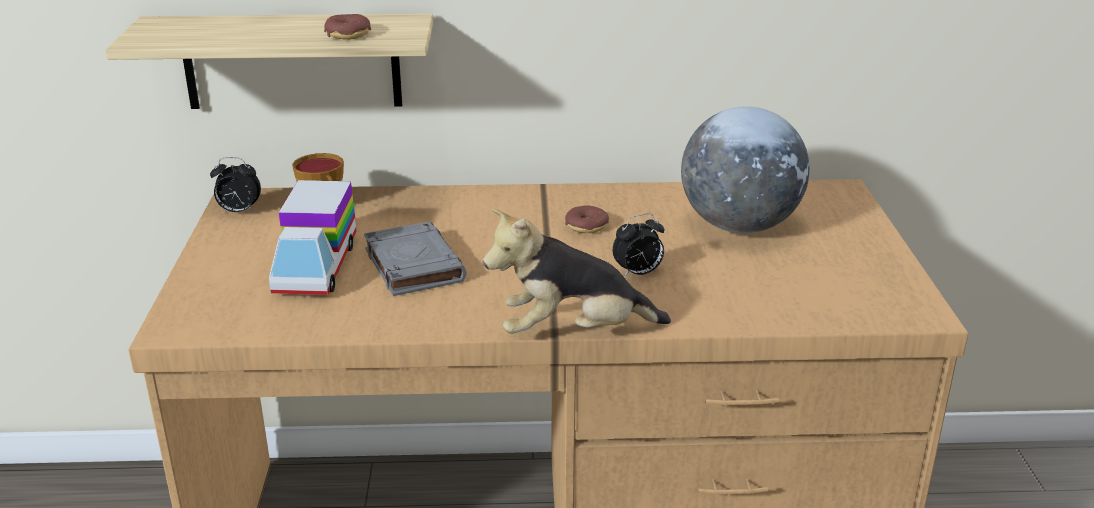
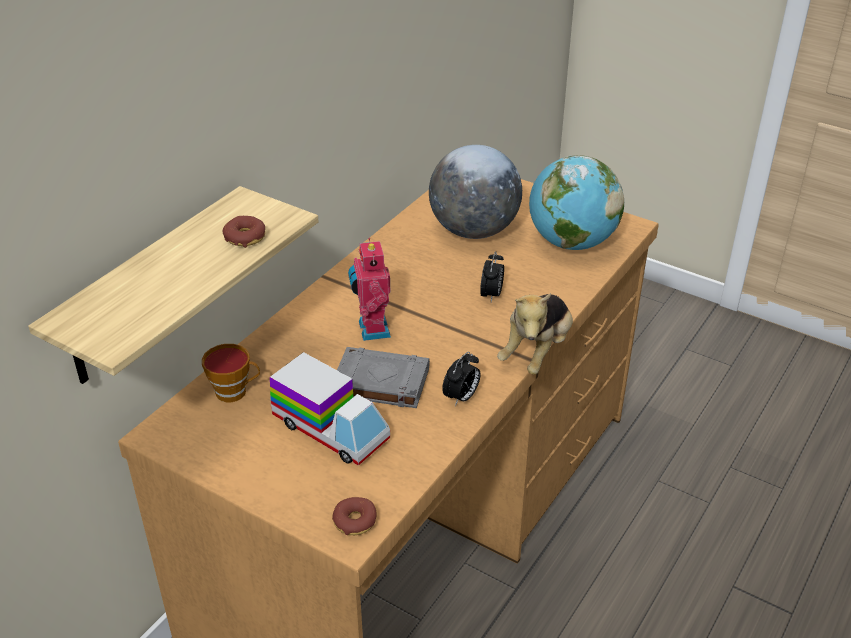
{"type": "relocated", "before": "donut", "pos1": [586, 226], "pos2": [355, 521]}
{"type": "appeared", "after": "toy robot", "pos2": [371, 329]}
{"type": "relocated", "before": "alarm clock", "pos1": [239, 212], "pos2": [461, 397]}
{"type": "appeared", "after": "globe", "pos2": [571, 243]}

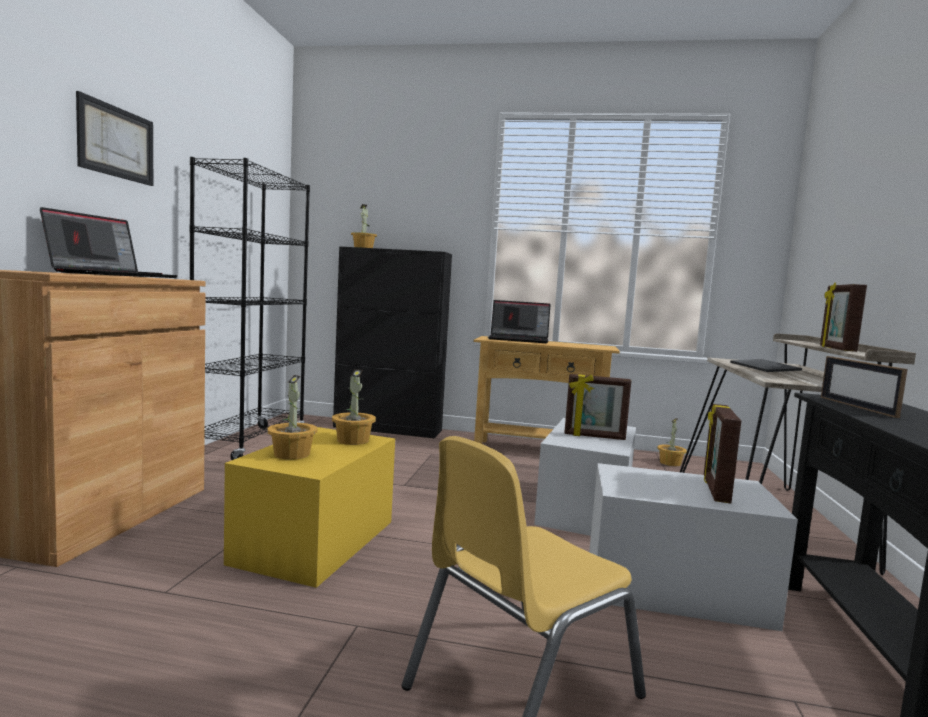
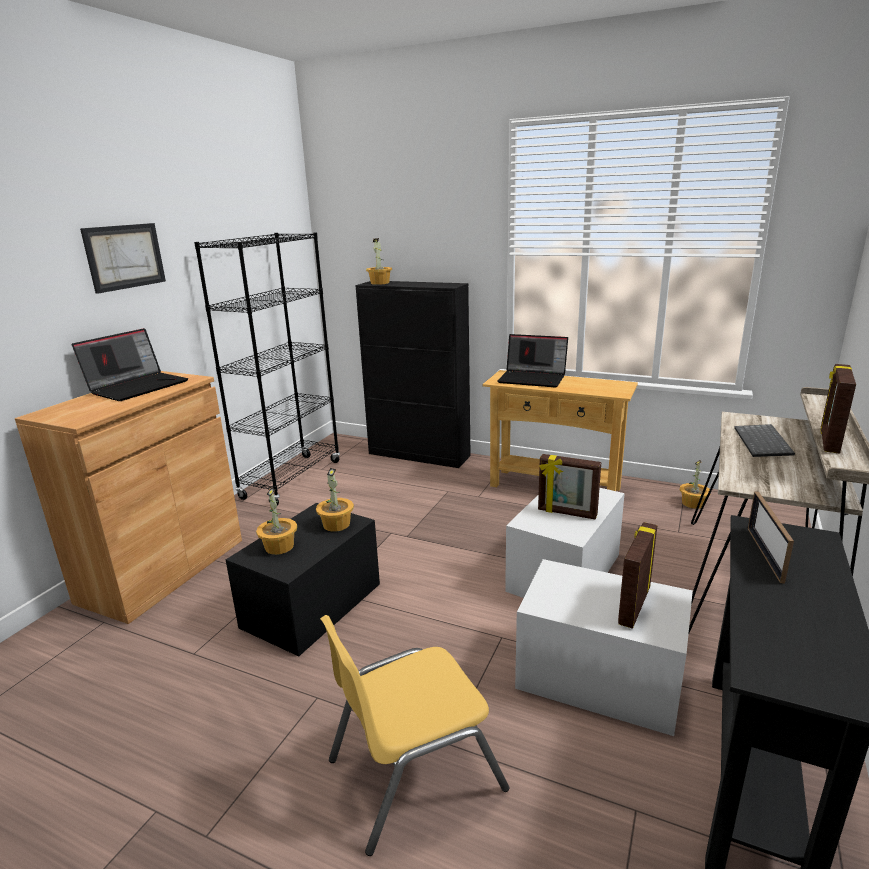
{"type": "colour", "before": "yellow storage box", "after": "black storage box", "pos1": [316, 541], "pos2": [312, 605]}

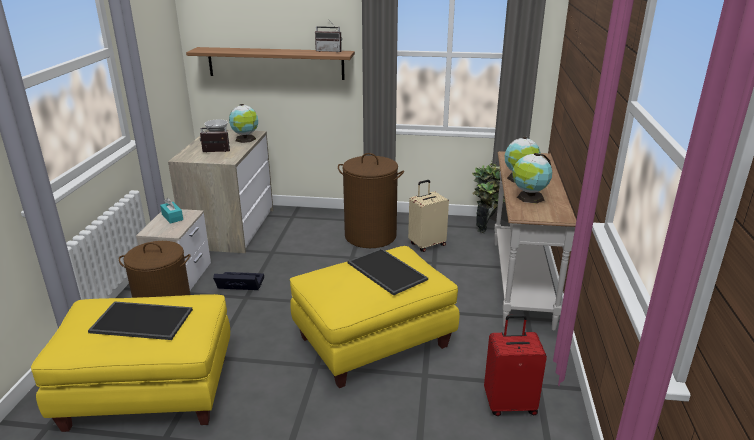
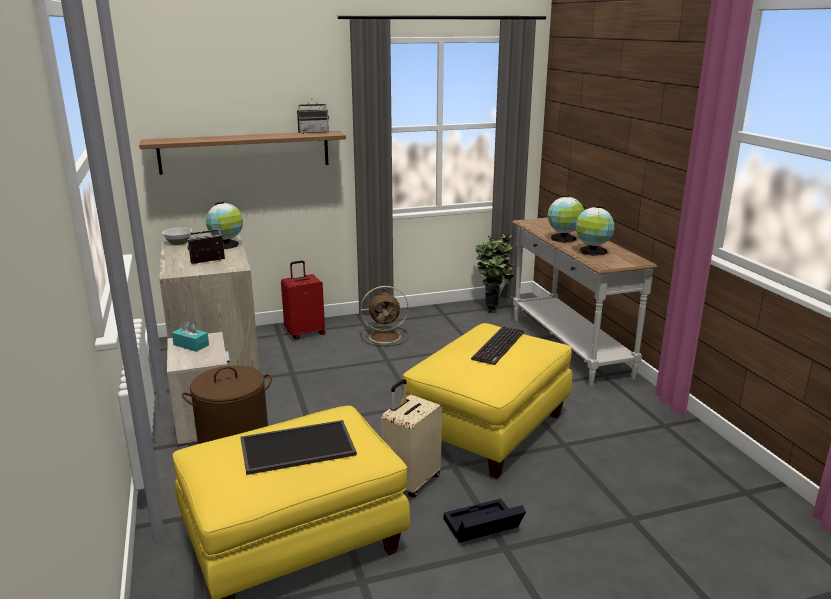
{"type": "relocated", "before": "red suitcase", "pos1": [509, 404], "pos2": [305, 333]}
{"type": "exchanged", "before": "brown laundry basket", "after": "brown fan", "pos1": [370, 236], "pos2": [386, 336]}
{"type": "relocated", "before": "beige suitcase", "pos1": [427, 244], "pos2": [411, 481]}
{"type": "relocated", "before": "black storage box", "pos1": [238, 285], "pos2": [481, 527]}
{"type": "exchanged", "before": "tray", "after": "keyboard", "pos1": [385, 271], "pos2": [498, 346]}

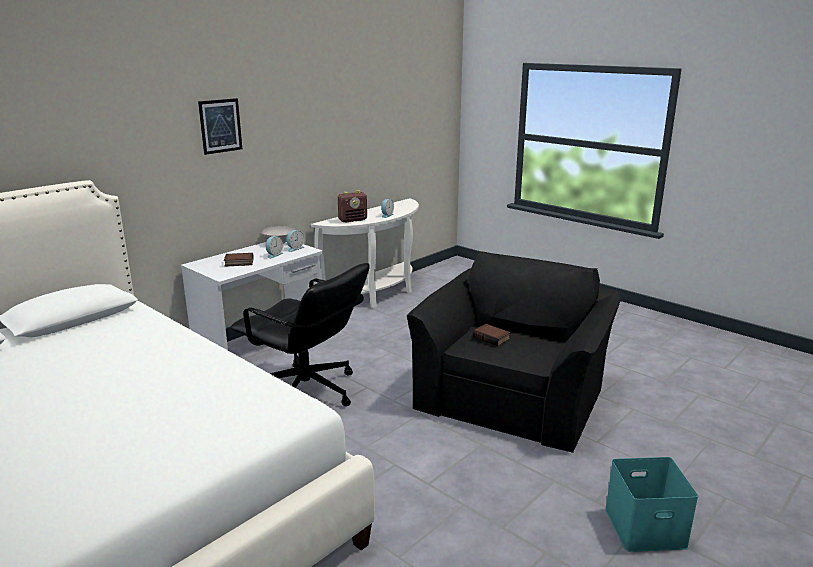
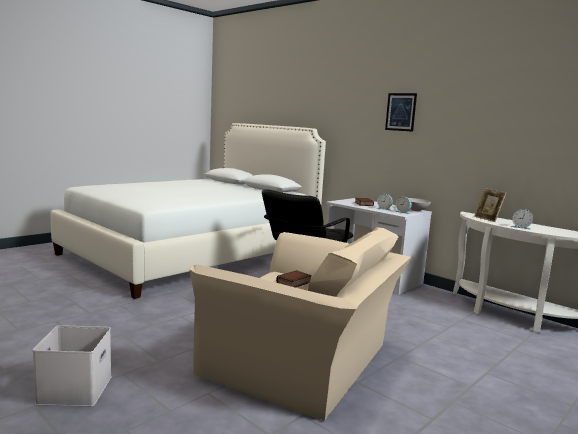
{"type": "colour", "before": "turquoise storage box", "after": "white storage box", "pos1": [645, 526], "pos2": [76, 390]}
{"type": "colour", "before": "black armchair", "after": "beige armchair", "pos1": [513, 393], "pos2": [305, 362]}
{"type": "exchanged", "before": "radio", "after": "picture frame", "pos1": [353, 220], "pos2": [488, 219]}

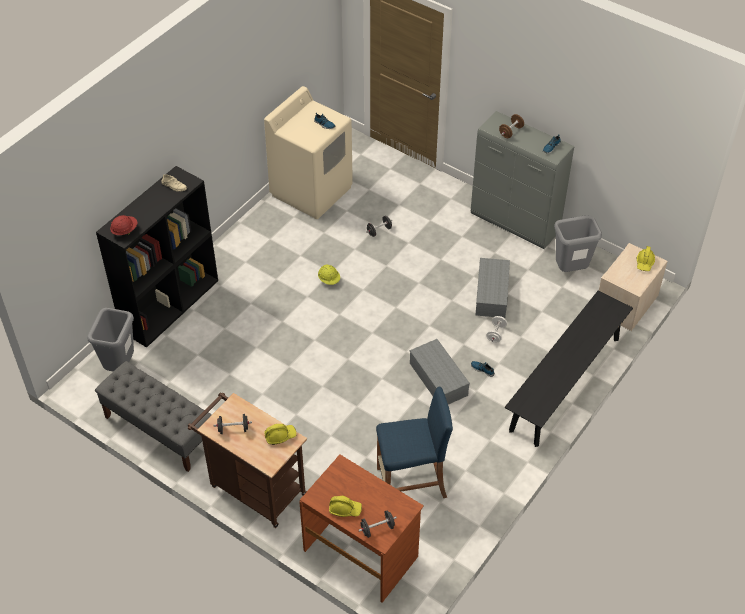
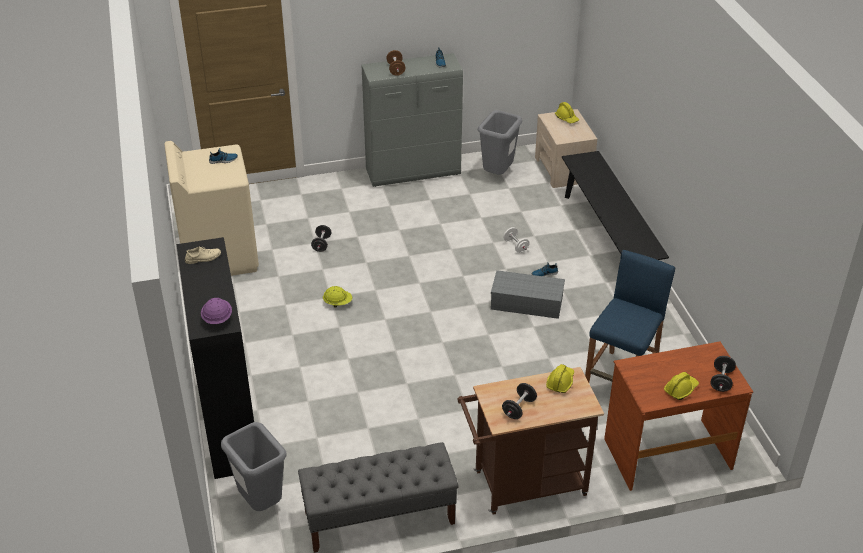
{"type": "colour", "before": "red hard hat", "after": "purple hard hat", "pos1": [124, 231], "pos2": [217, 319]}
{"type": "missing", "before": "grey storage box", "pos1": [492, 295]}

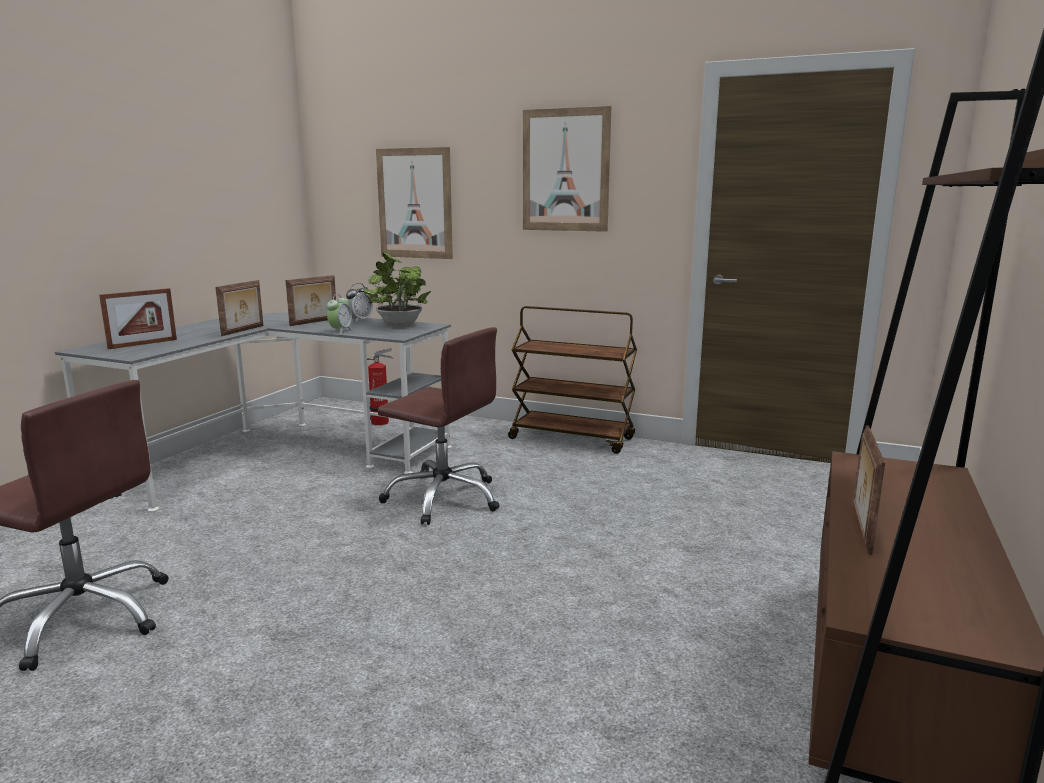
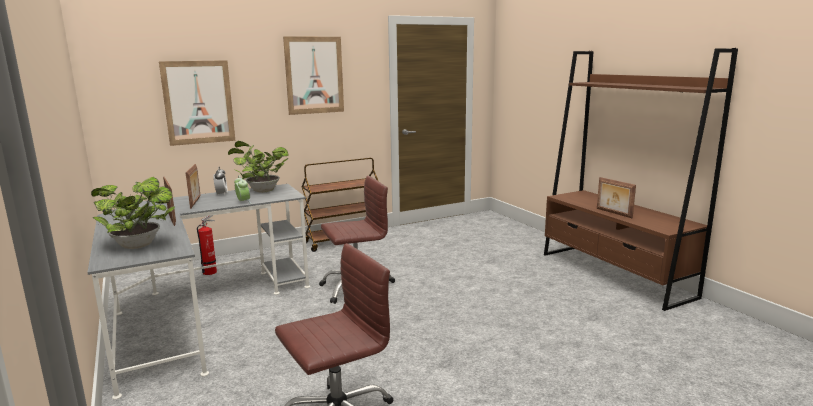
{"type": "exchanged", "before": "picture frame", "after": "potted plant", "pos1": [143, 344], "pos2": [140, 246]}

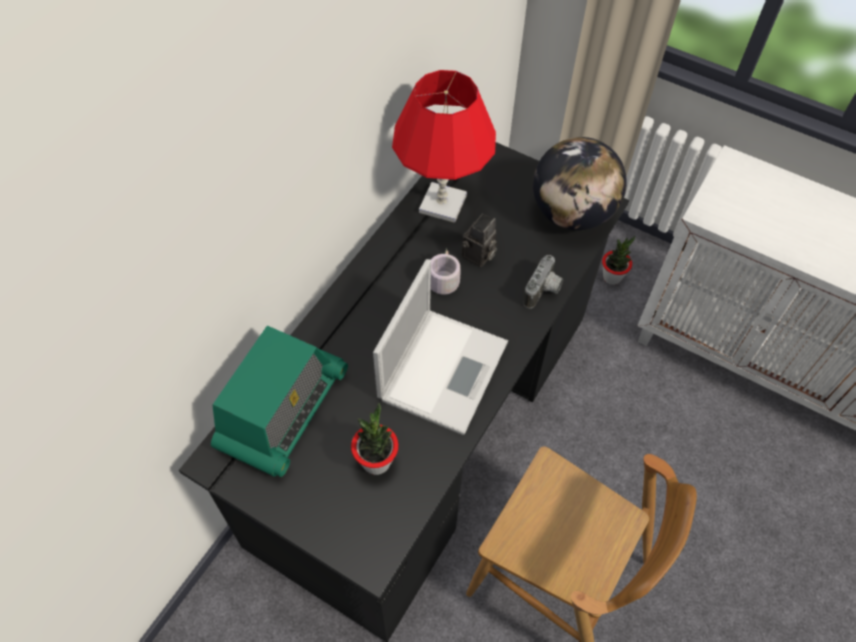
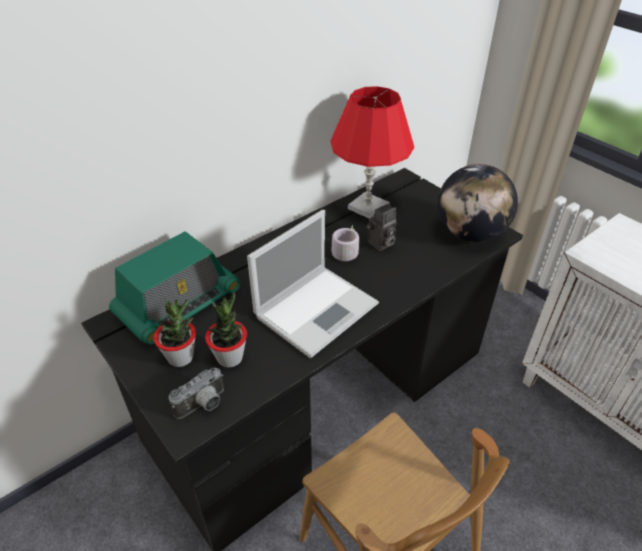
{"type": "relocated", "before": "potted plant", "pos1": [612, 277], "pos2": [181, 357]}
{"type": "relocated", "before": "photo camera", "pos1": [543, 291], "pos2": [203, 405]}

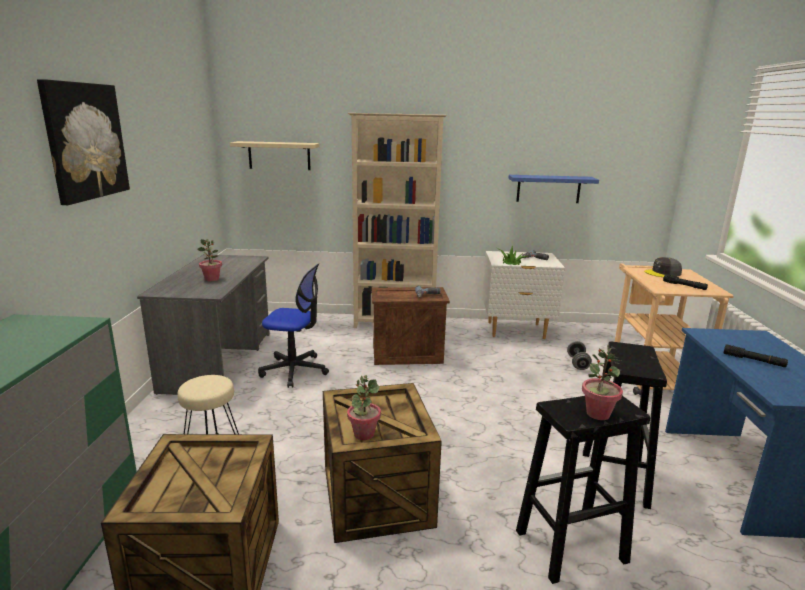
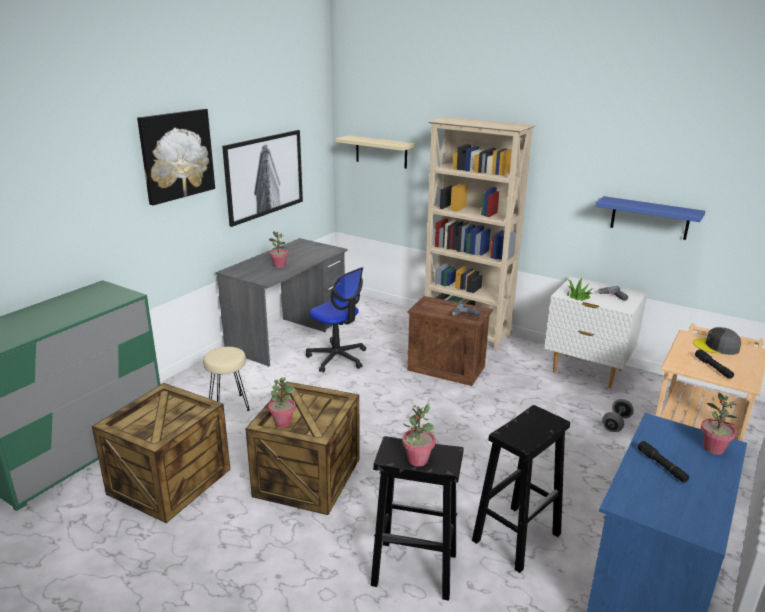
{"type": "appeared", "after": "picture", "pos2": [264, 175]}
{"type": "appeared", "after": "potted plant", "pos2": [713, 449]}

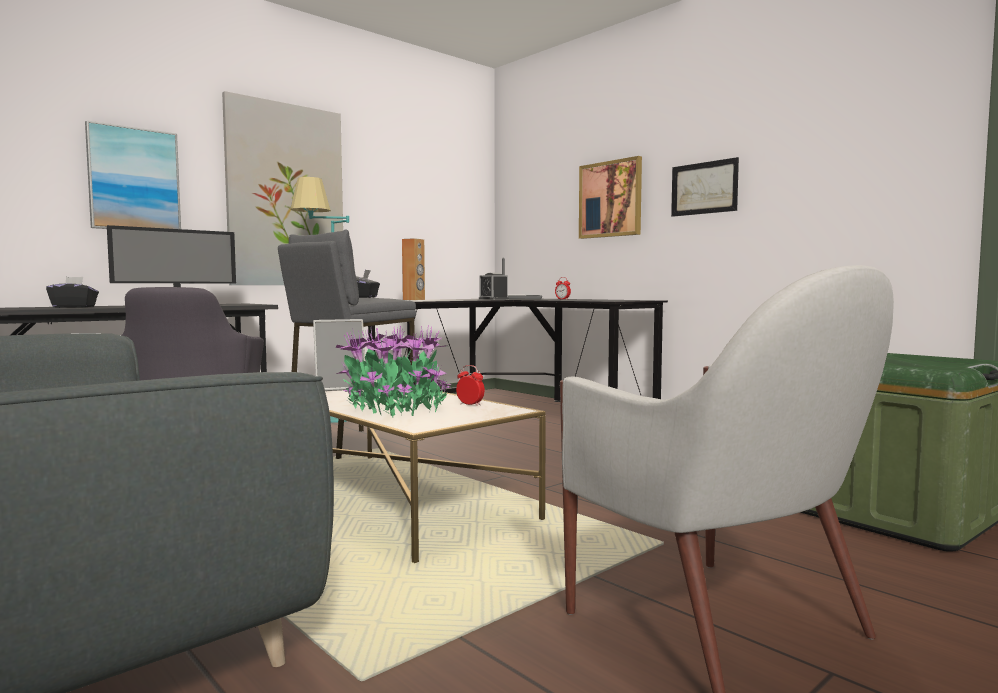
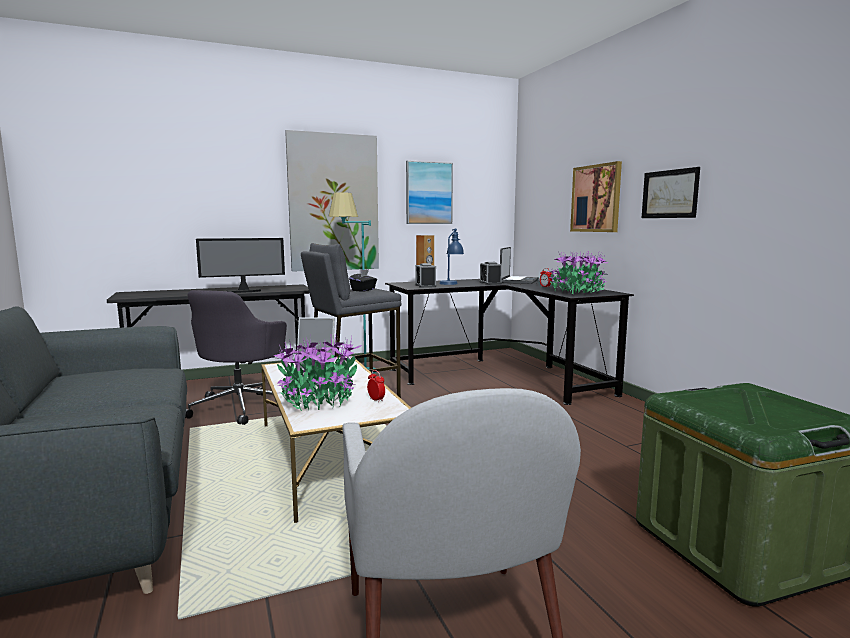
{"type": "relocated", "before": "picture", "pos1": [134, 179], "pos2": [428, 193]}
{"type": "appeared", "after": "alarm clock", "pos2": [425, 286]}
{"type": "appeared", "after": "blue table lamp", "pos2": [451, 282]}
{"type": "appeared", "after": "potted plant", "pos2": [577, 292]}
{"type": "missing", "before": "black tissue box", "pos1": [74, 307]}

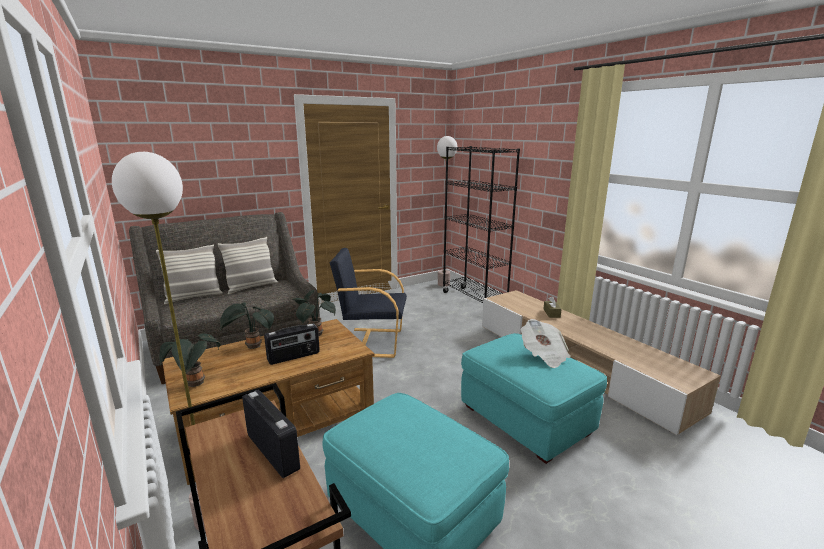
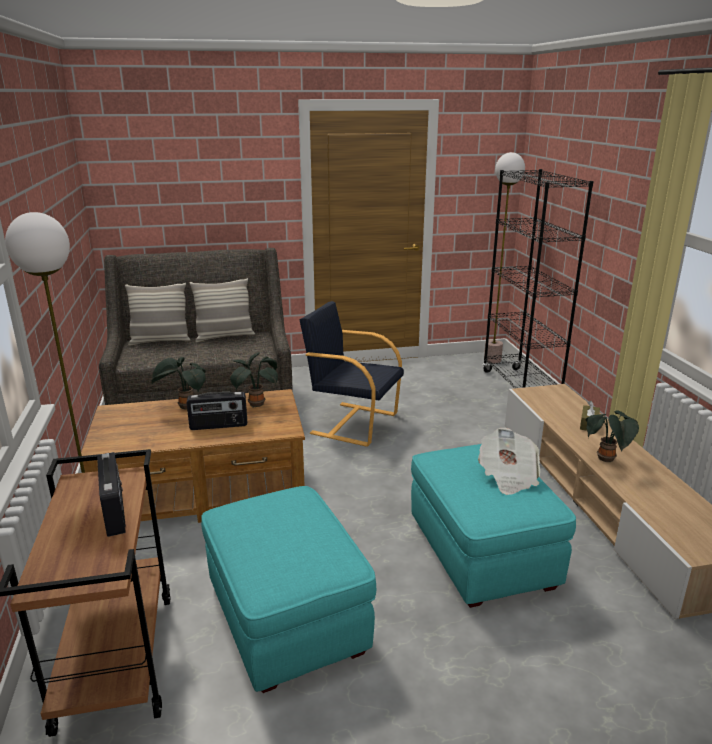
{"type": "relocated", "before": "potted plant", "pos1": [195, 384], "pos2": [606, 460]}

